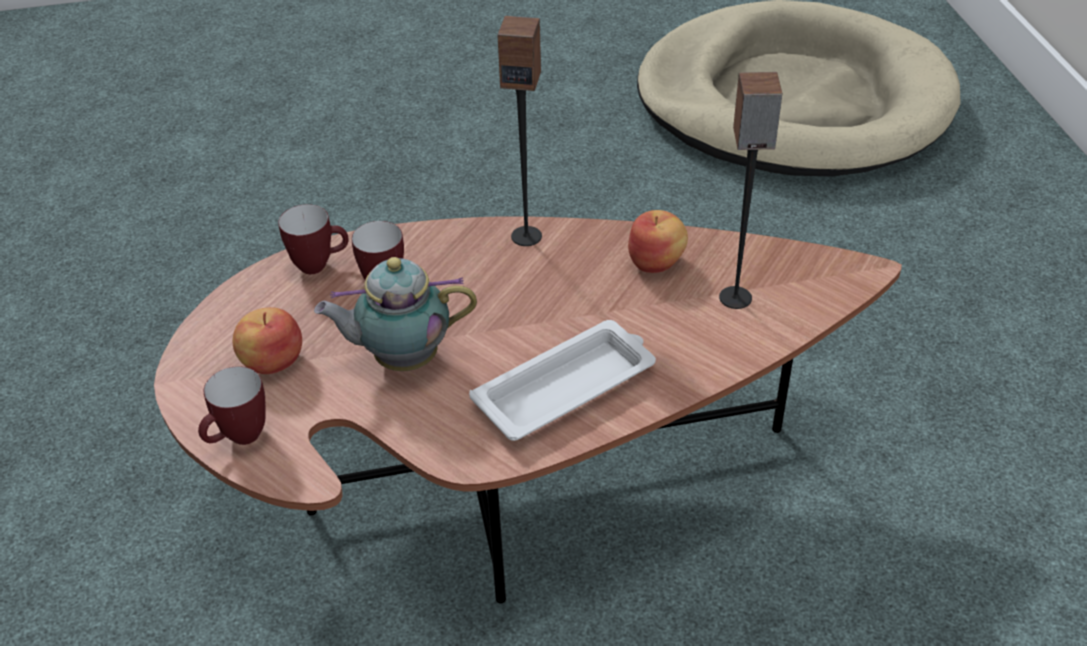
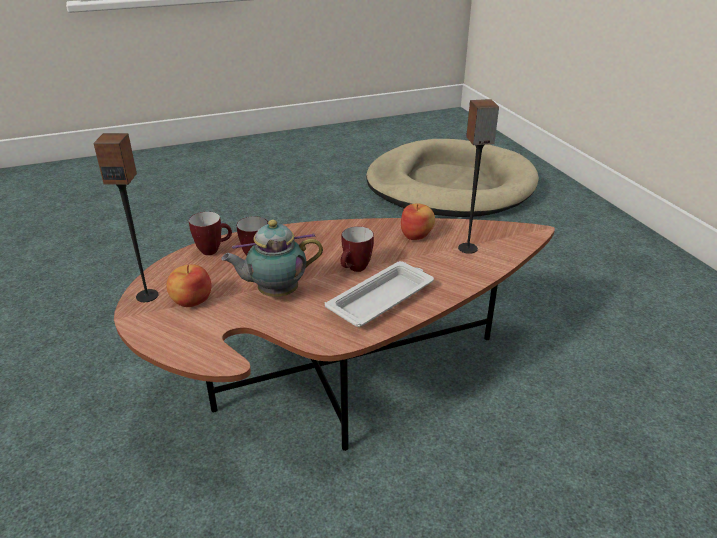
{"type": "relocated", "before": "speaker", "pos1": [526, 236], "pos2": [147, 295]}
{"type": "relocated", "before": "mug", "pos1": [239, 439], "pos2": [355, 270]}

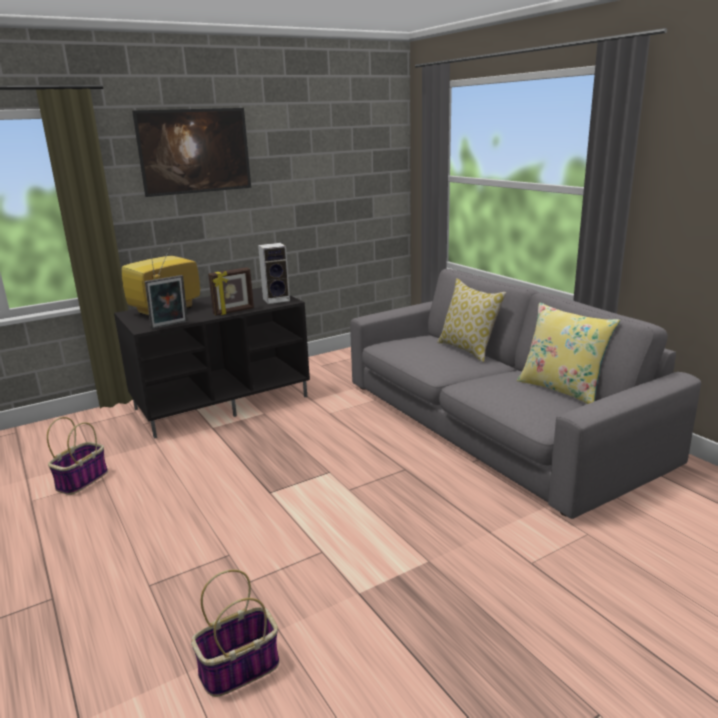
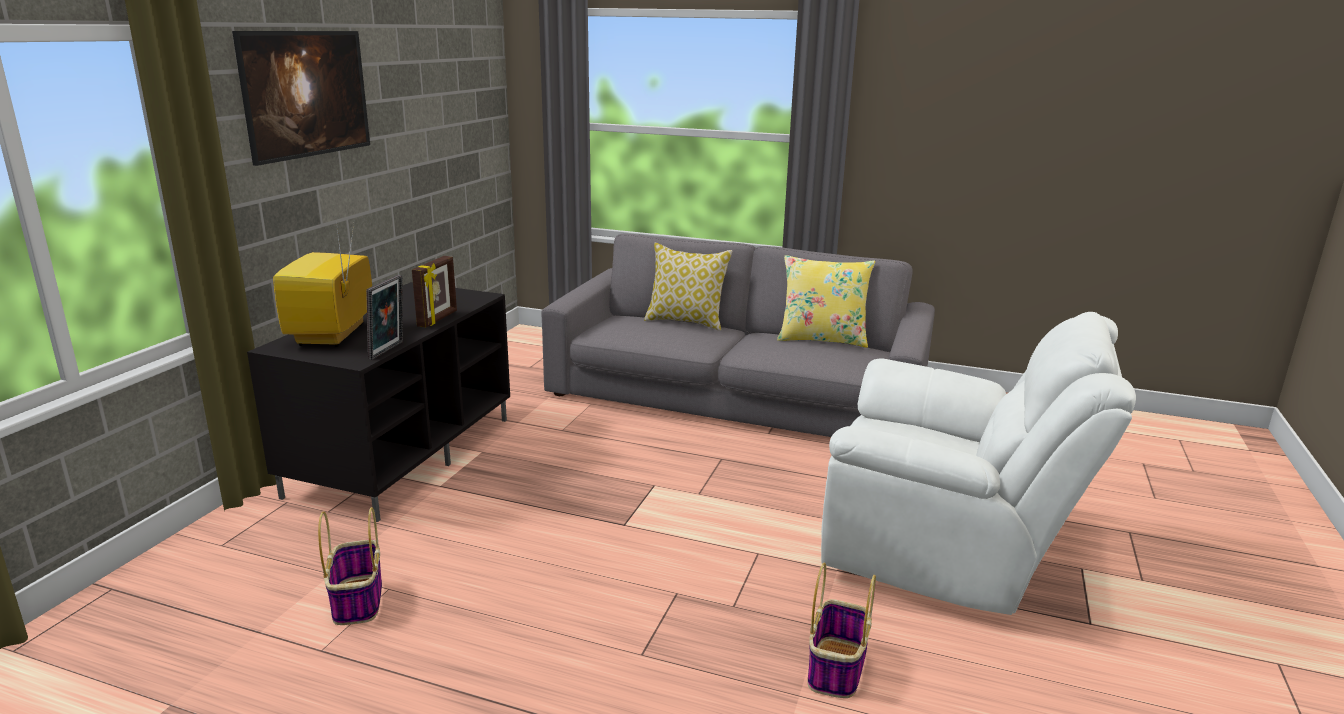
{"type": "appeared", "after": "white armchair", "pos2": [946, 553]}
{"type": "missing", "before": "speaker", "pos1": [277, 299]}

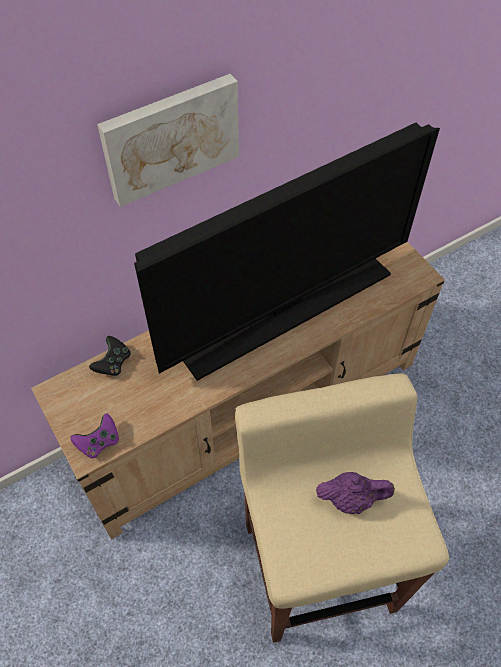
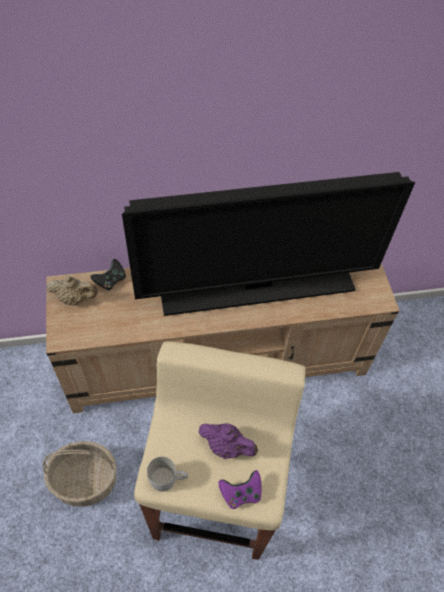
{"type": "appeared", "after": "basket", "pos2": [86, 480]}
{"type": "appeared", "after": "beige teapot", "pos2": [75, 298]}
{"type": "appeared", "after": "white mug", "pos2": [168, 480]}
{"type": "relocated", "before": "purple game controller", "pos1": [99, 442], "pos2": [241, 493]}
{"type": "missing", "before": "picture", "pos1": [170, 137]}

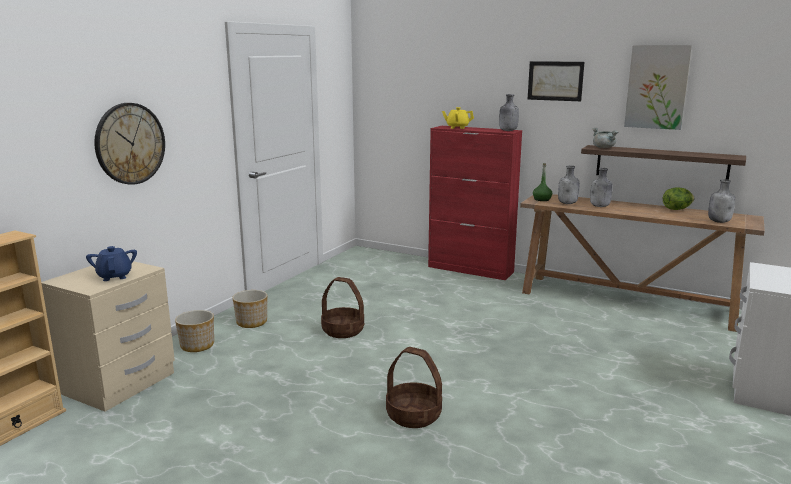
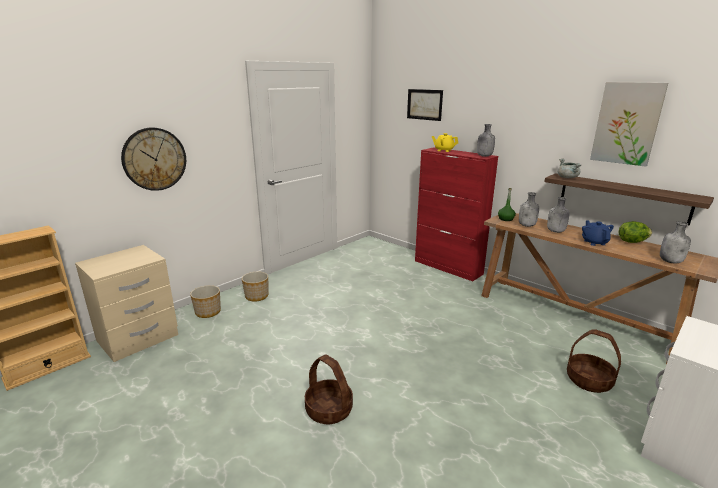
{"type": "relocated", "before": "picture", "pos1": [555, 81], "pos2": [424, 104]}
{"type": "relocated", "before": "basket", "pos1": [343, 330], "pos2": [589, 380]}
{"type": "relocated", "before": "blue teapot", "pos1": [115, 276], "pos2": [594, 242]}

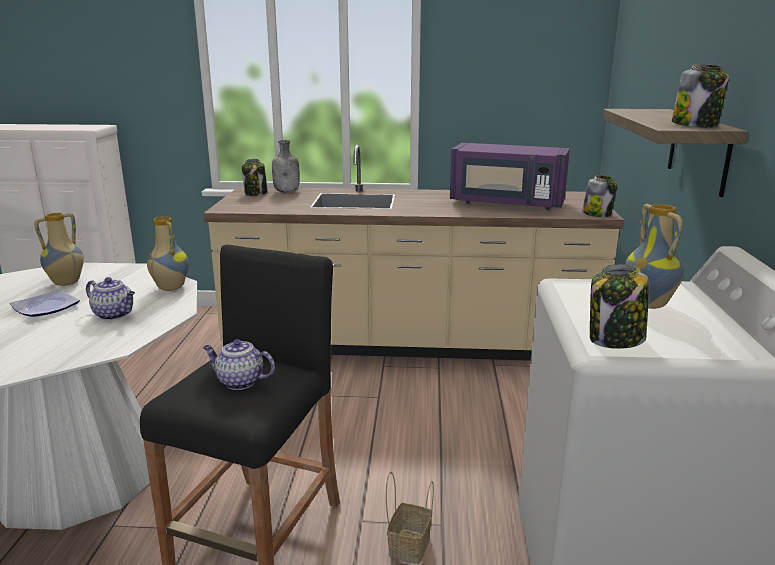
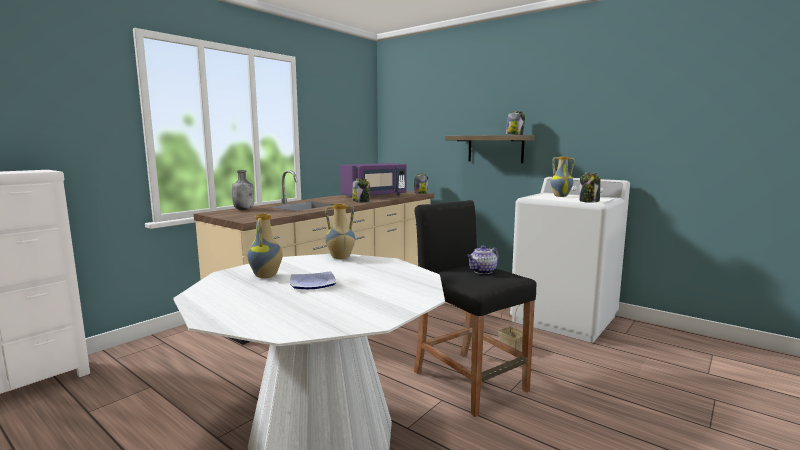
{"type": "relocated", "before": "jar", "pos1": [256, 193], "pos2": [361, 201]}
{"type": "missing", "before": "teapot", "pos1": [115, 314]}

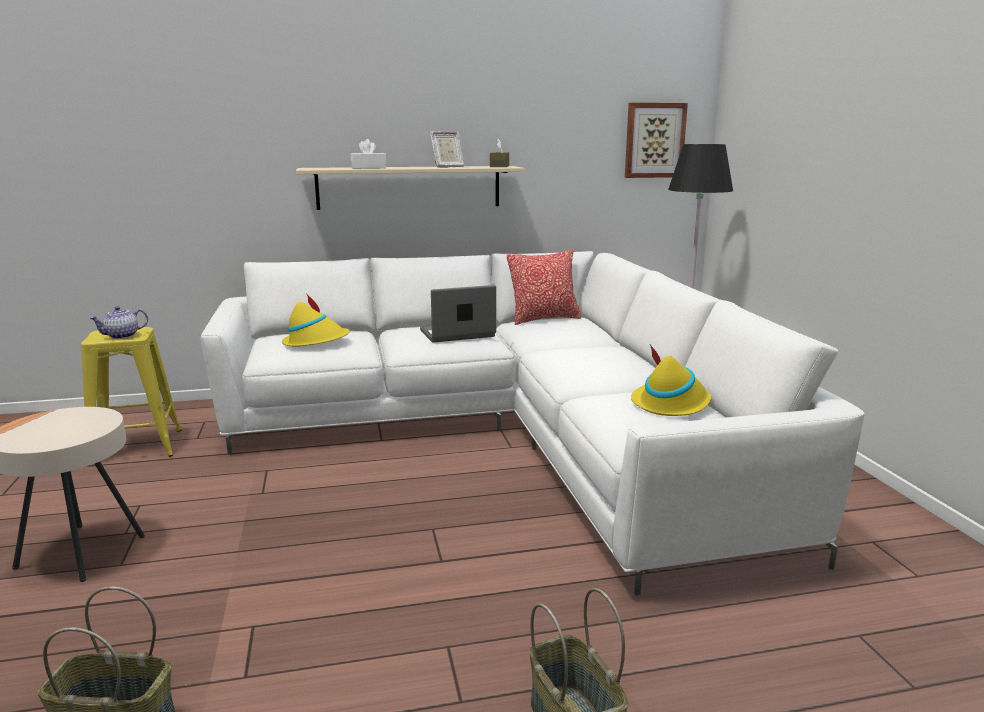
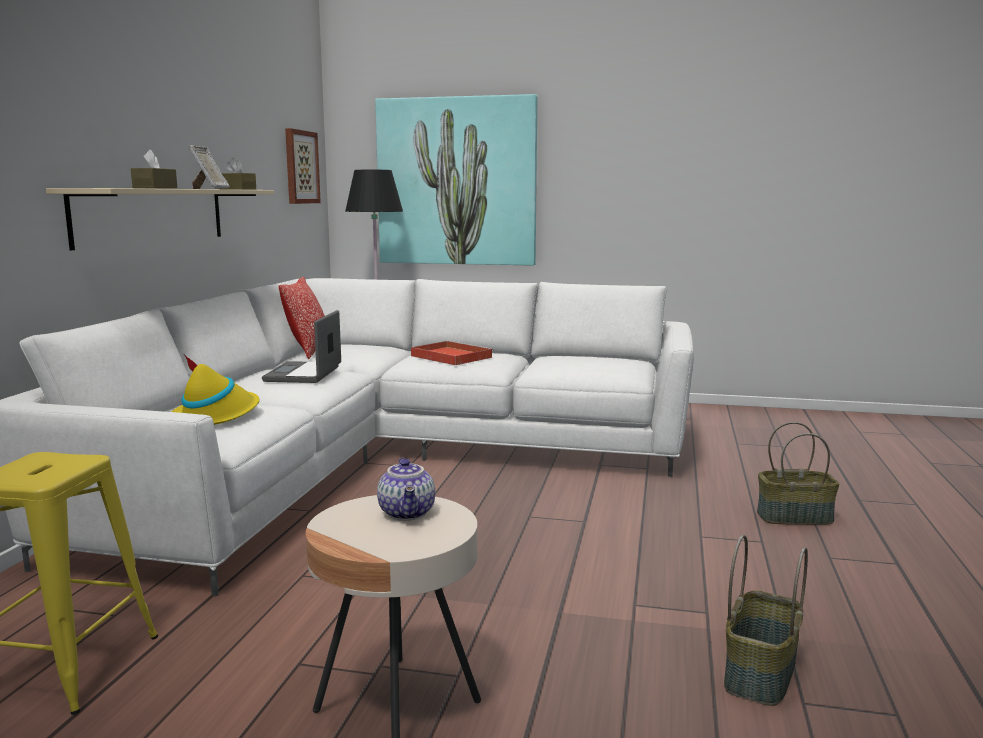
{"type": "colour", "before": "white tissue box", "after": "brown tissue box", "pos1": [368, 168], "pos2": [155, 188]}
{"type": "appeared", "after": "picture", "pos2": [457, 182]}
{"type": "relocated", "before": "teapot", "pos1": [122, 336], "pos2": [408, 513]}
{"type": "appeared", "after": "red tray", "pos2": [450, 356]}
{"type": "missing", "before": "yellow hat", "pos1": [671, 403]}

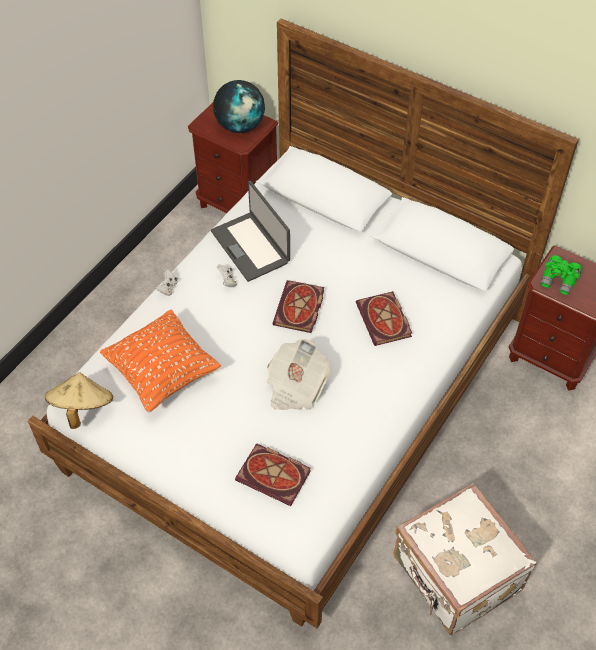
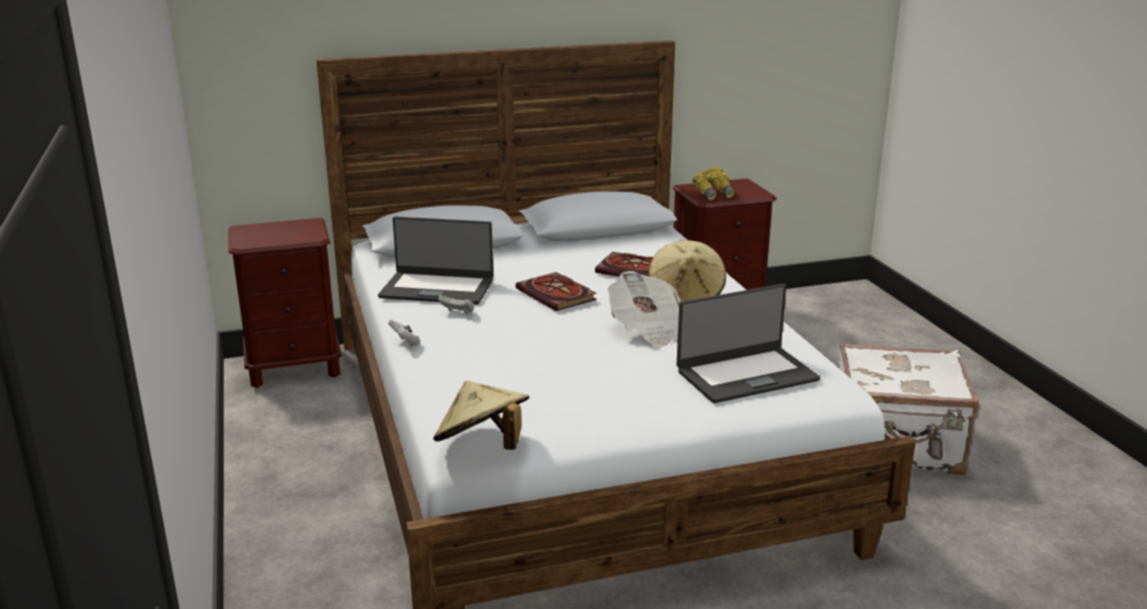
{"type": "appeared", "after": "beige hat", "pos2": [686, 296]}
{"type": "exchanged", "before": "book", "after": "laptop", "pos1": [275, 475], "pos2": [746, 375]}
{"type": "colour", "before": "green binoculars", "after": "yellow binoculars", "pos1": [559, 280], "pos2": [713, 194]}
{"type": "missing", "before": "orange pillow", "pos1": [163, 373]}
{"type": "missing", "before": "globe", "pos1": [240, 126]}

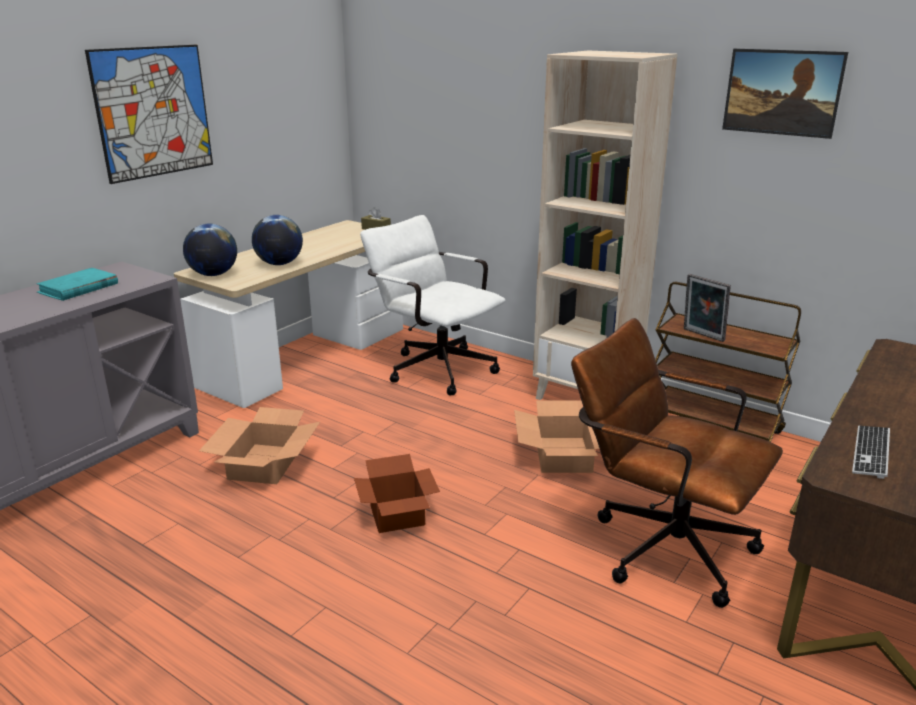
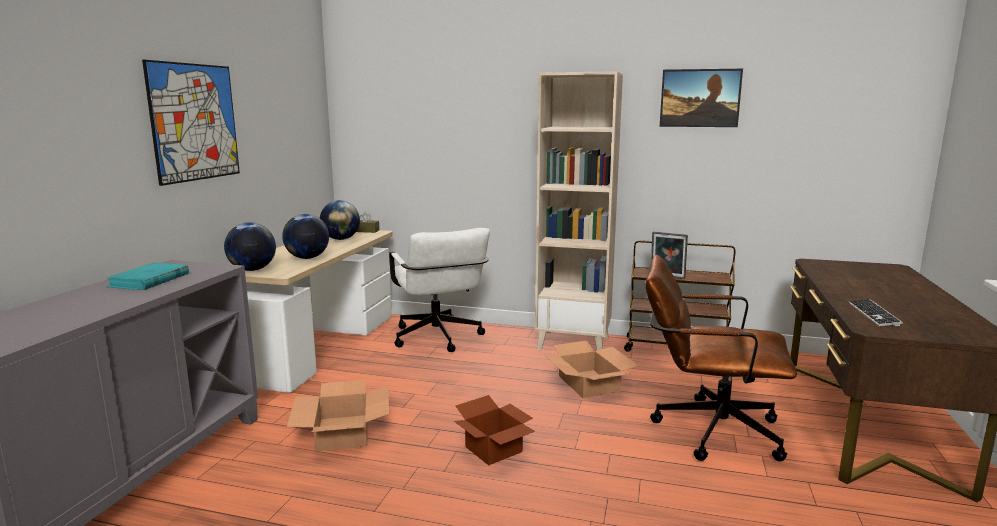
{"type": "appeared", "after": "globe", "pos2": [341, 239]}
{"type": "spun", "before": "white office chair", "pos1": [434, 367], "pos2": [439, 339], "turn": -135}

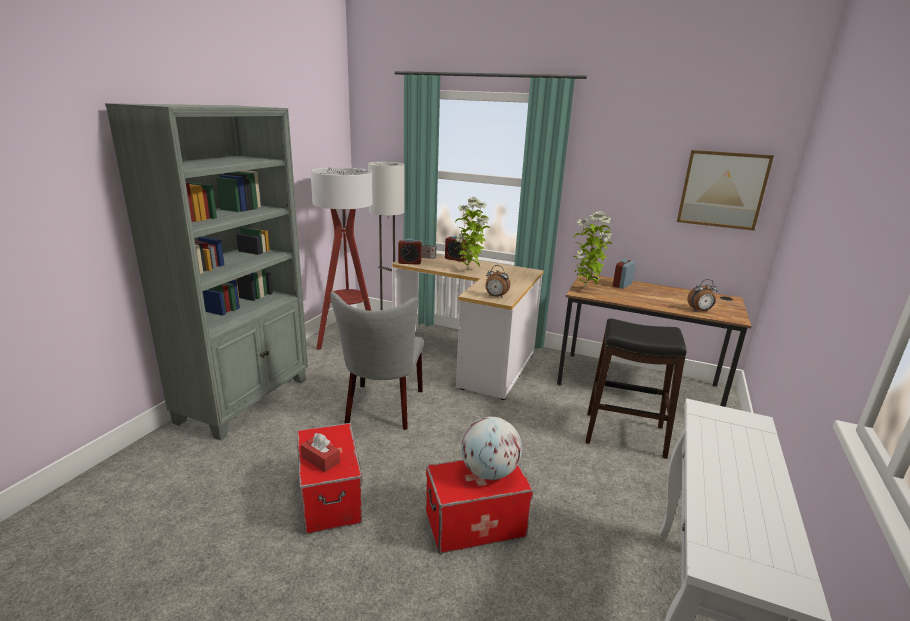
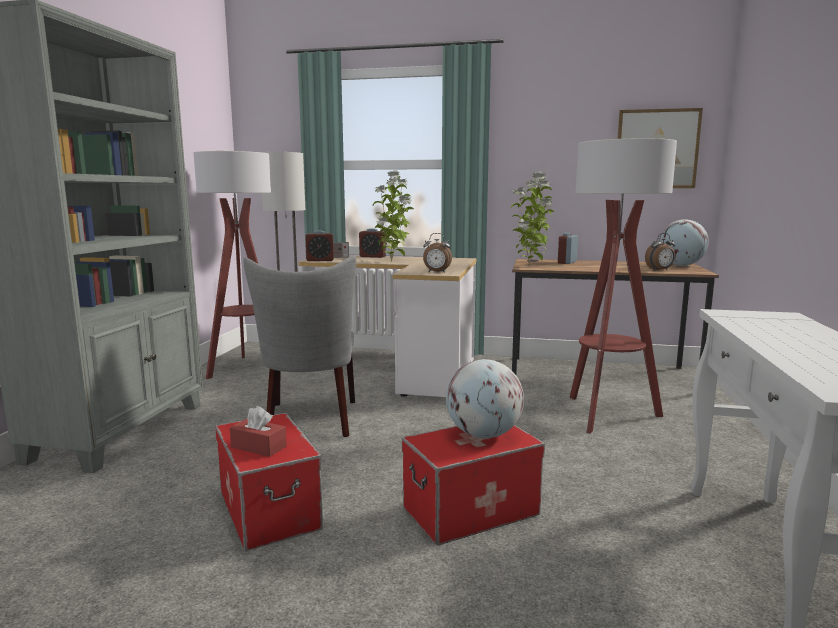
{"type": "exchanged", "before": "black stool", "after": "floor lamp", "pos1": [624, 434], "pos2": [606, 414]}
{"type": "appeared", "after": "globe", "pos2": [681, 265]}

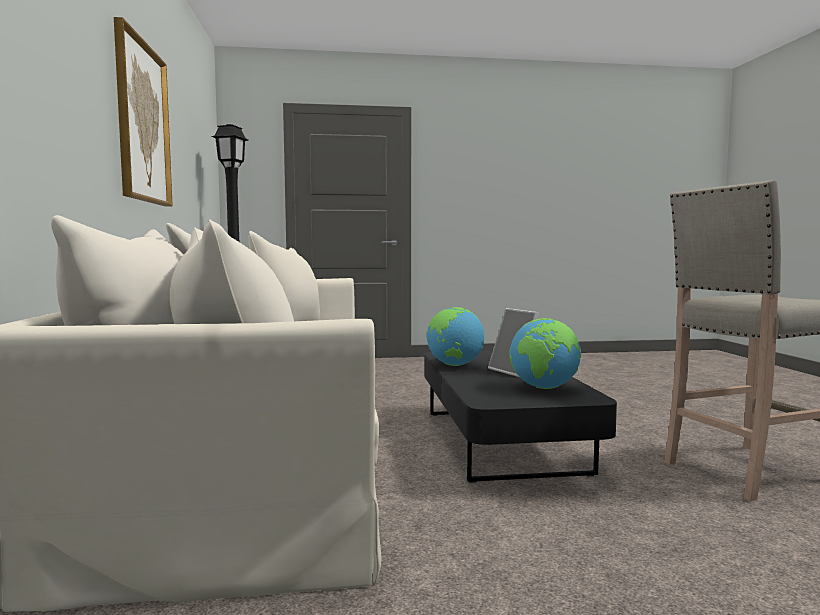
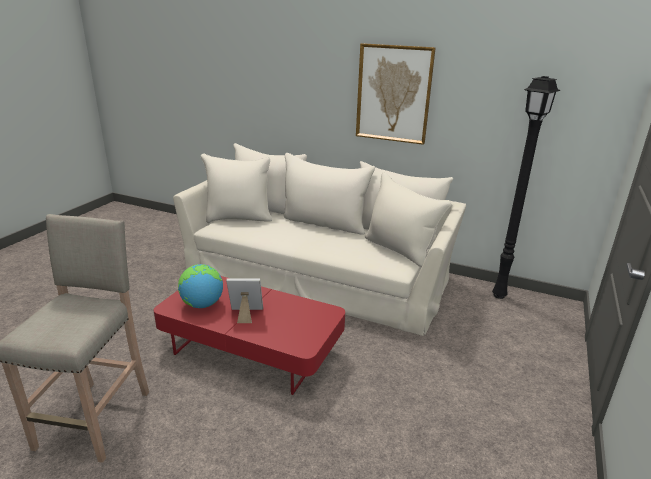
{"type": "colour", "before": "black coffee table", "after": "red coffee table", "pos1": [501, 440], "pos2": [252, 350]}
{"type": "missing", "before": "globe", "pos1": [454, 365]}

